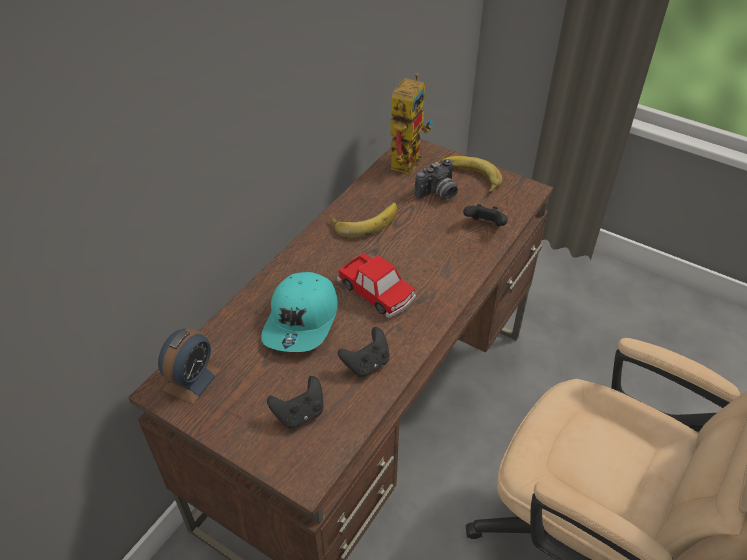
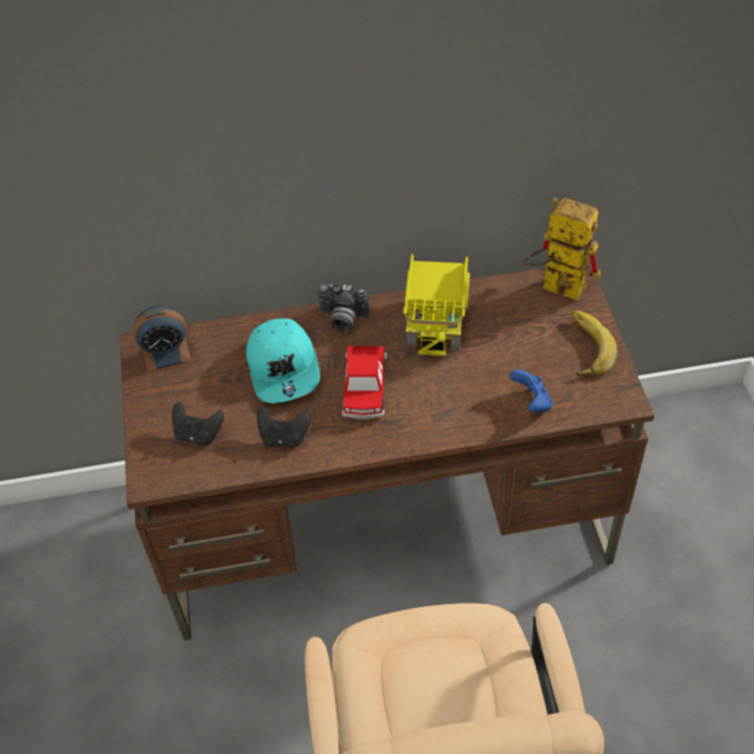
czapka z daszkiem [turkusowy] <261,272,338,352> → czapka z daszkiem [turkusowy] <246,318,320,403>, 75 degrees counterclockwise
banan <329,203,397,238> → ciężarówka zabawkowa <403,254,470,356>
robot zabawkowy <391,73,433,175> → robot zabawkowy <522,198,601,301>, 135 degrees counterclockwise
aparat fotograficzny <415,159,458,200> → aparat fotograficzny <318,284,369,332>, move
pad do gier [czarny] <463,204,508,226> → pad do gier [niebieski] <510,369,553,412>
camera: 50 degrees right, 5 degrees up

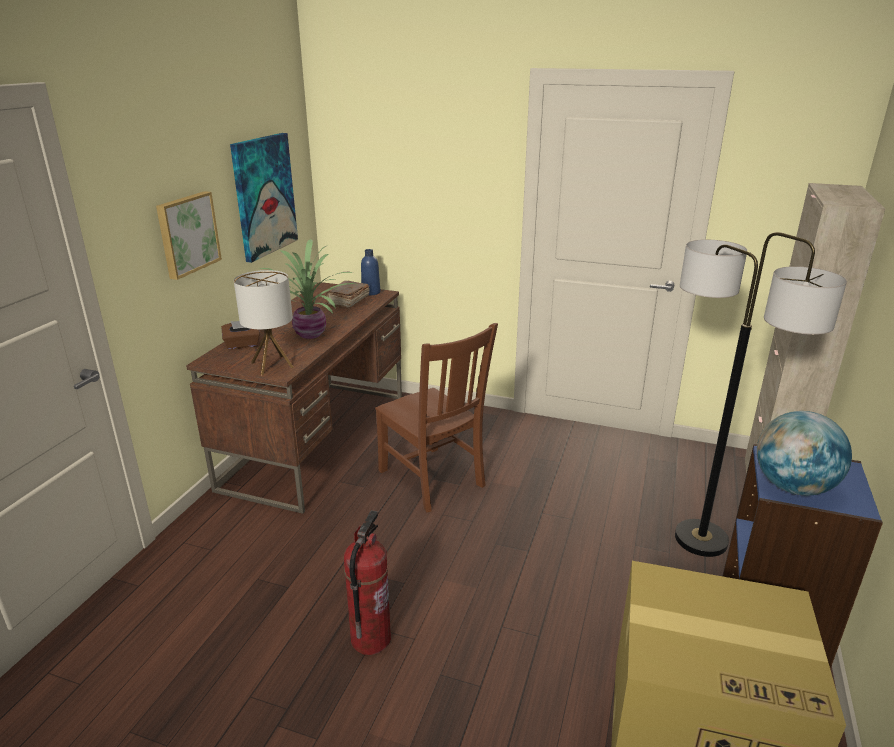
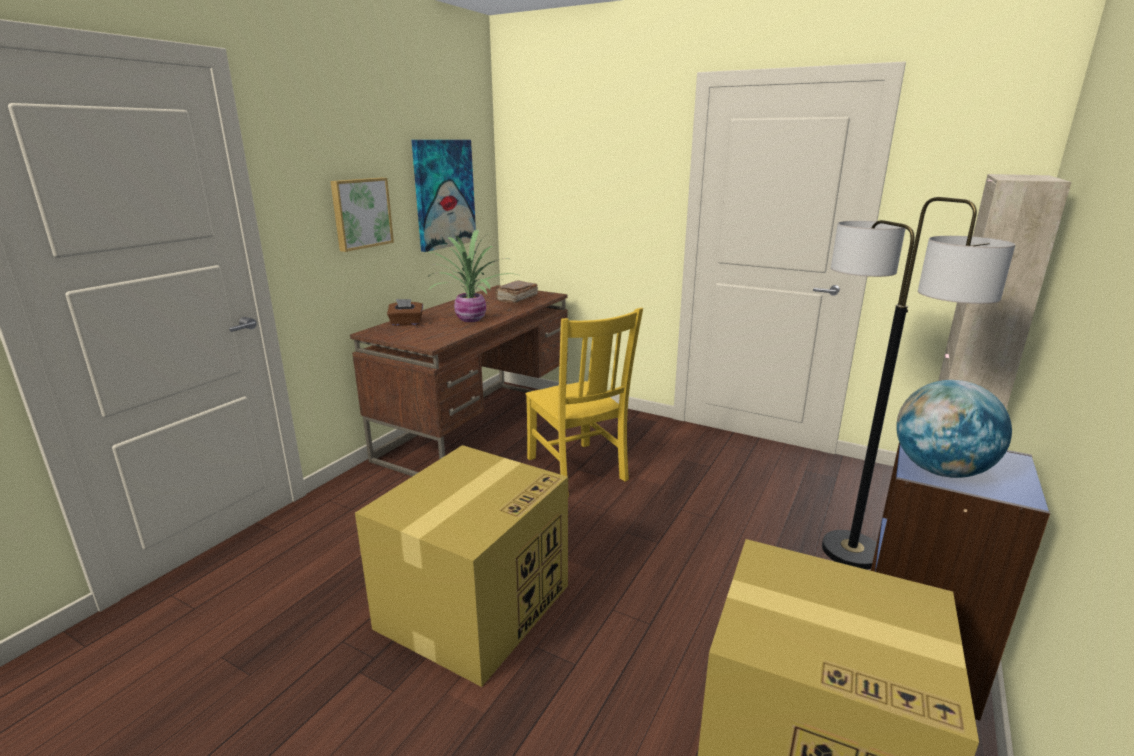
lampa stołowa <234,270,294,375> → -
gaśnica <344,510,391,655> → karton <355,445,568,687>
butelka [niebieski] <361,249,380,295> → -
krzesło [brązowy] <375,323,498,512> → krzesło [żółty] <526,308,643,497>
camera: 10 degrees right, 5 degrees down

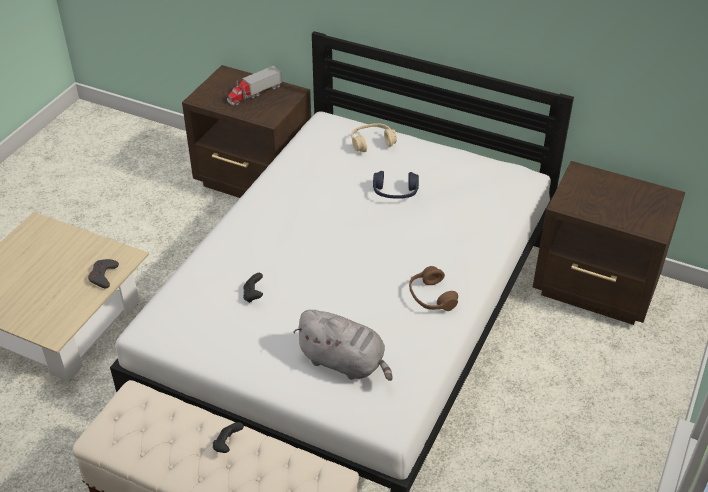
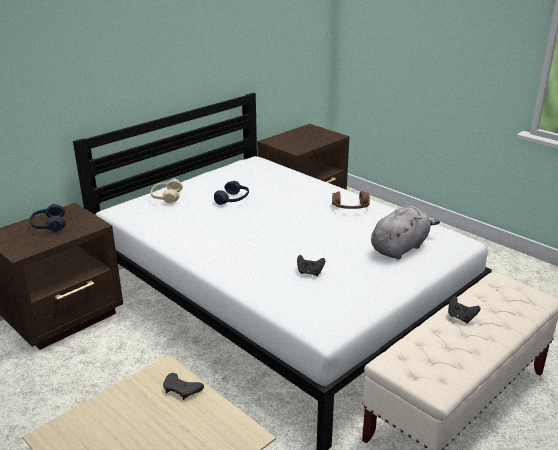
ciężarówka zabawkowa <227,66,282,105> → słuchawki [niebieski] <30,204,66,232>
camera: 70 degrees left, 15 degrees down

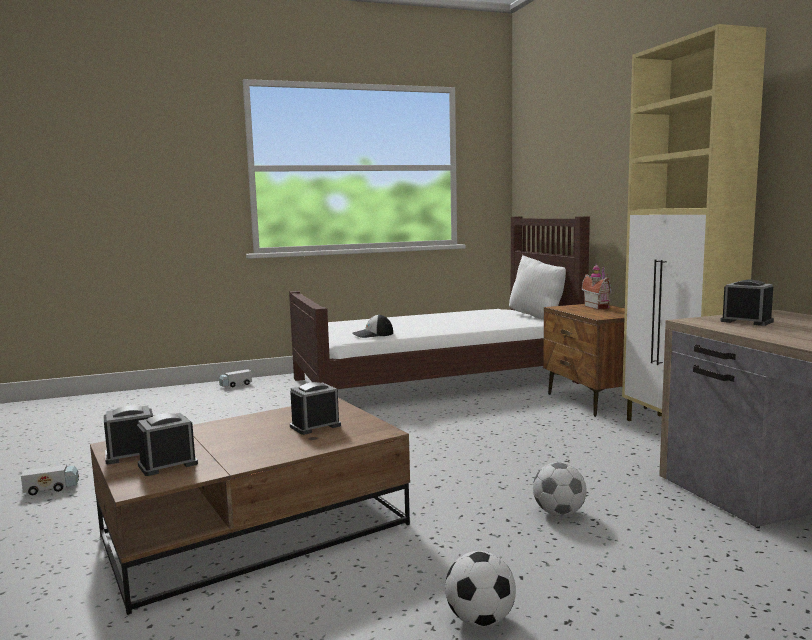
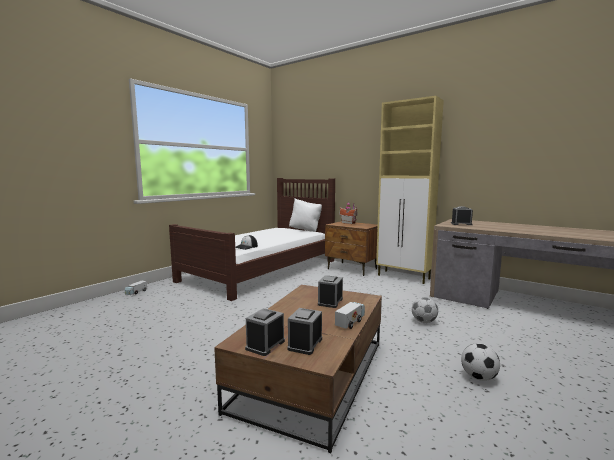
ciężarówka zabawkowa <21,465,79,495> → ciężarówka zabawkowa <335,302,365,329>, move
camera: 35 degrees left, 0 degrees up

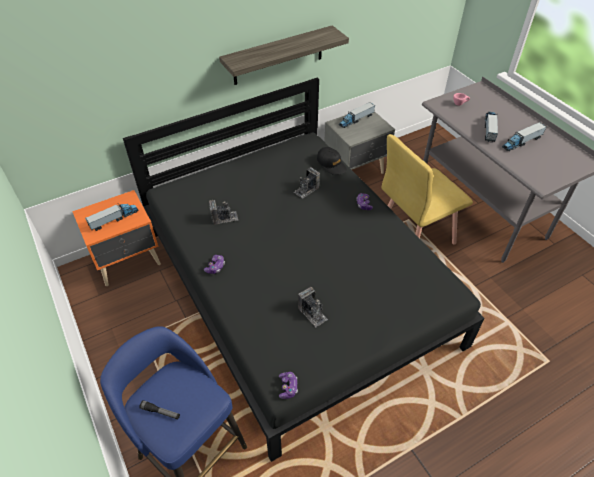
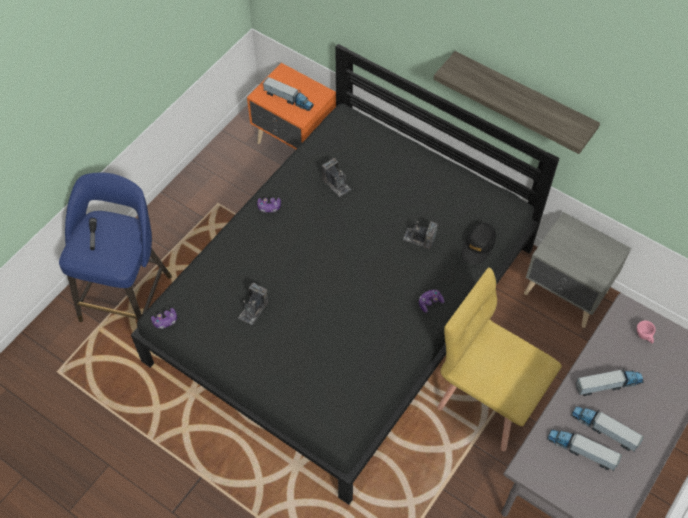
ciężarówka zabawkowa <339,102,375,128> → ciężarówka zabawkowa <547,429,622,471>, move
camera: 65 degrees right, 10 degrees up

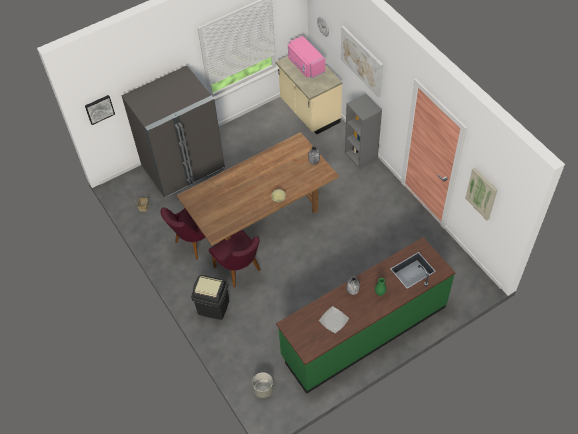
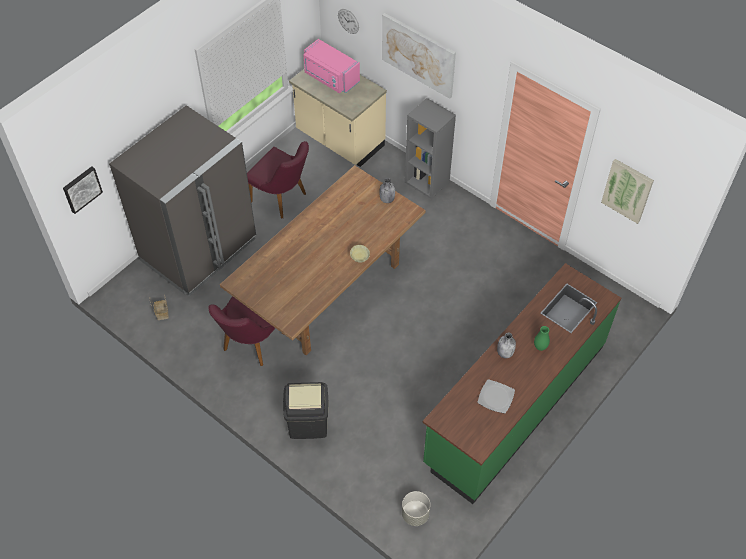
krzesło [fioletowy] <209,230,260,287> → krzesło [fioletowy] <247,141,309,219>, move
camera: 20 degrees left, 0 degrees up

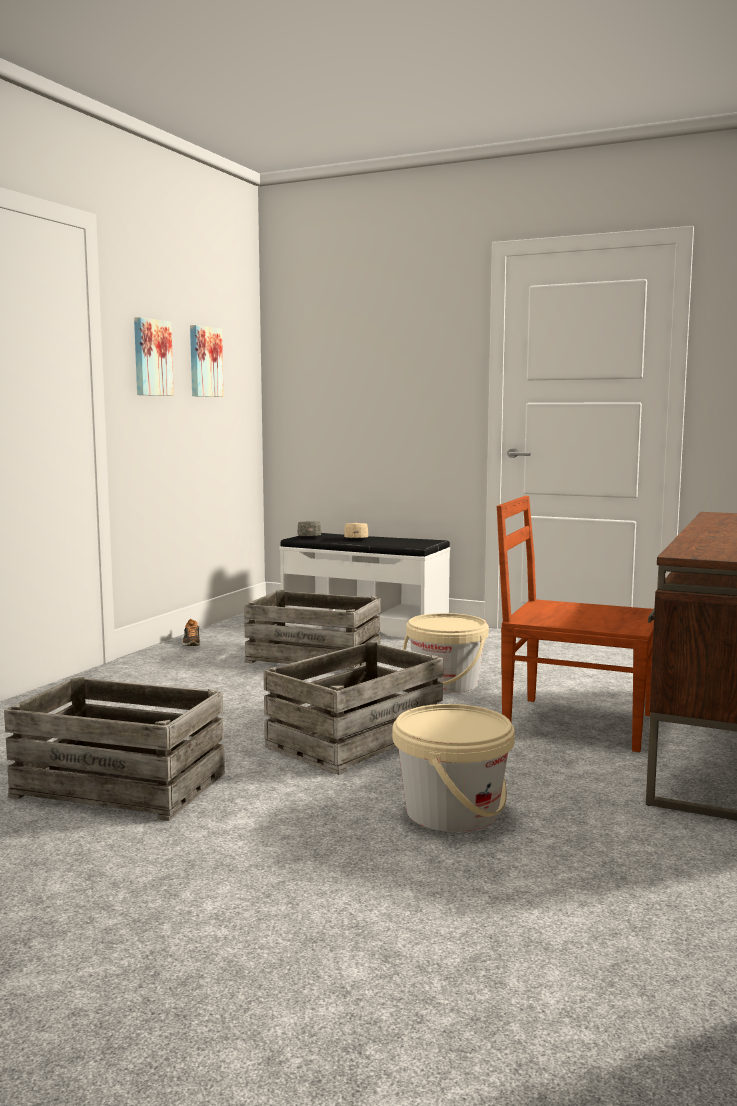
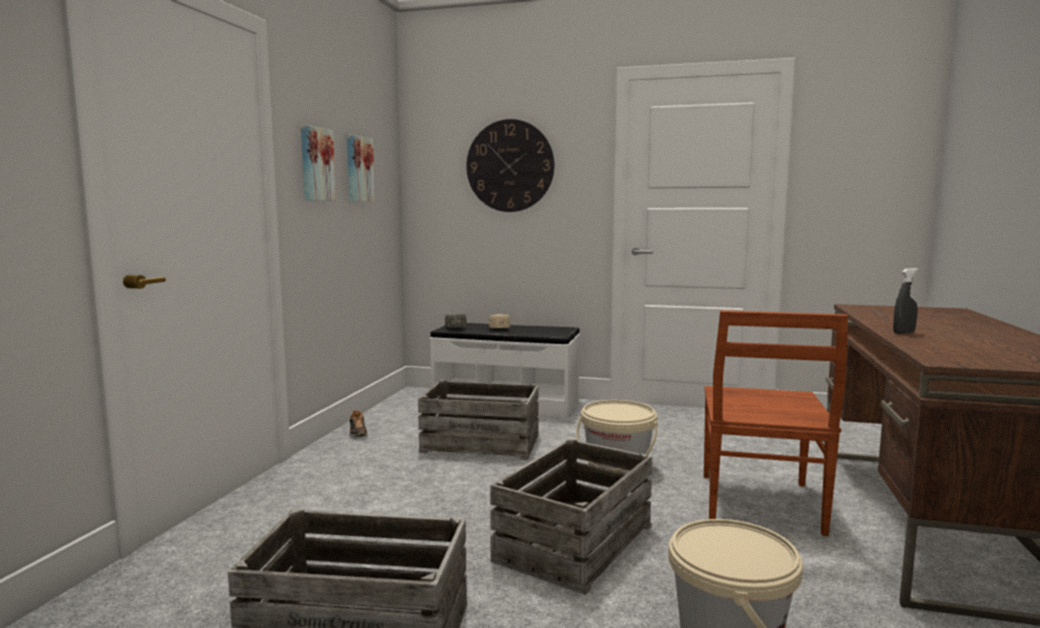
krzesło [brązowy] <497,496,654,752> → krzesło [brązowy] <704,310,848,536>, 90 degrees counterclockwise
- → zegar ścienny <466,119,554,212>
- → spryskiwacz [szary] <893,268,918,334>
camera: 10 degrees left, 0 degrees up

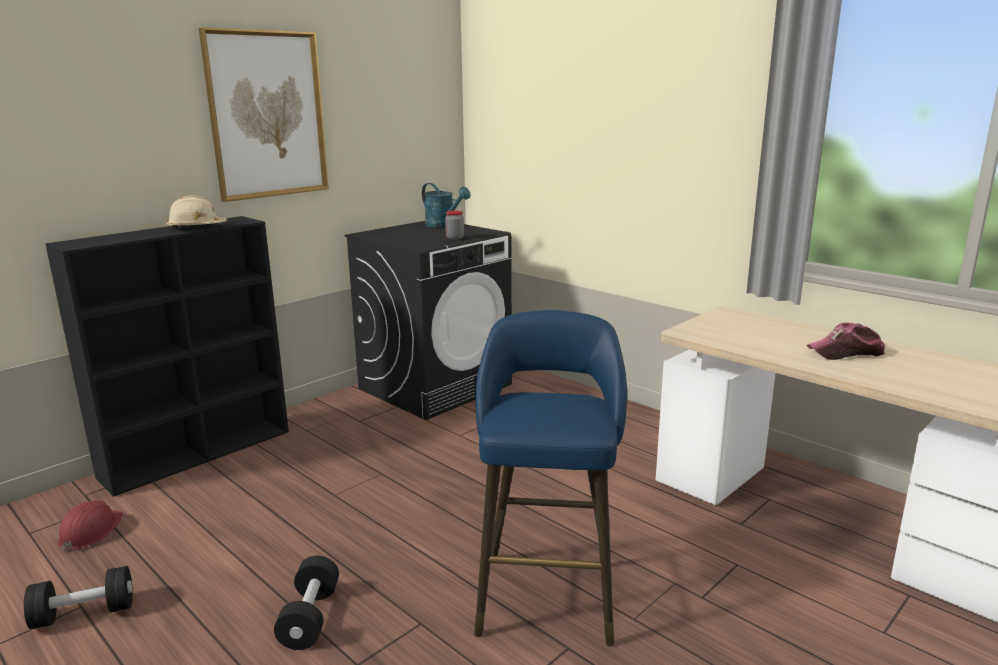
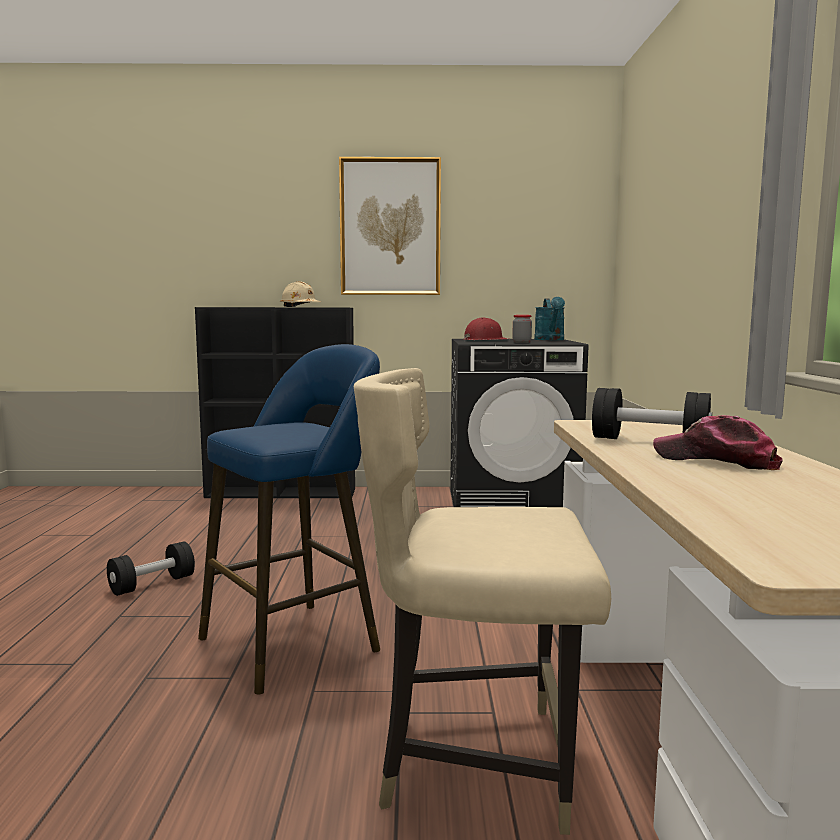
hantel [czarny] <24,566,133,629> → hantel [czarny] <592,388,712,439>, move
kask [czerwony] <58,500,124,551> → kask [czerwony] <463,317,508,342>, move
- → krzesło [beżowy] <354,368,611,835>
camera: 45 degrees right, 10 degrees down

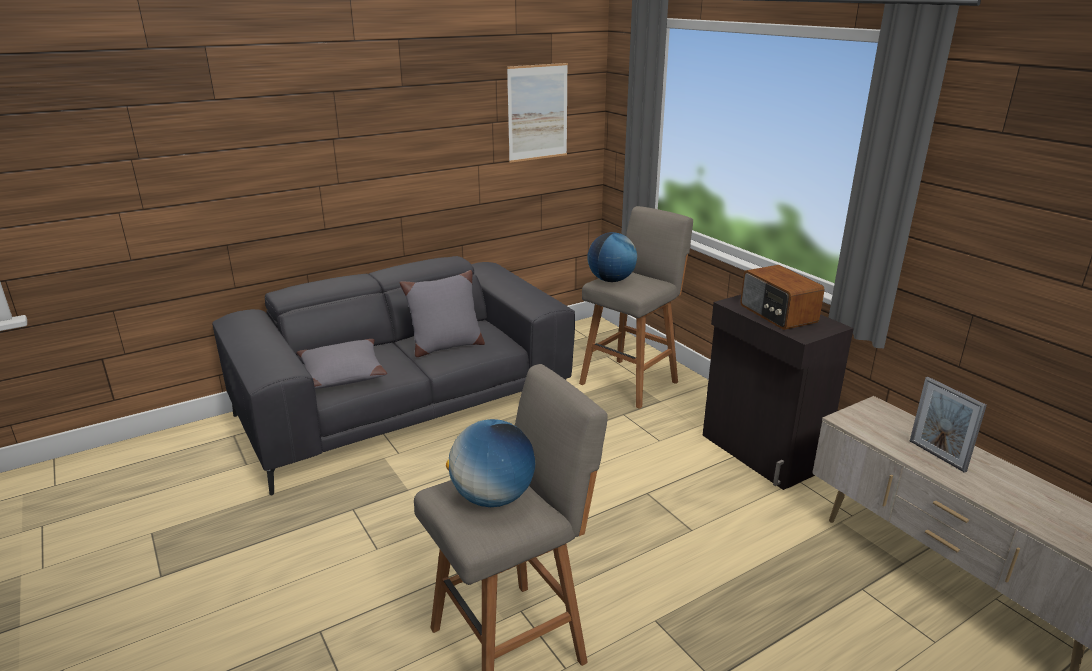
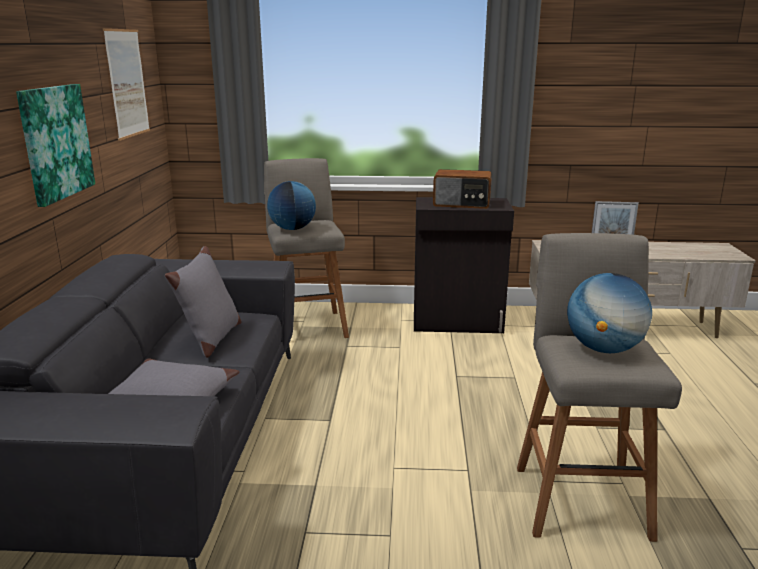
- → obraz <16,84,95,207>
camera: 55 degrees left, 5 degrees down

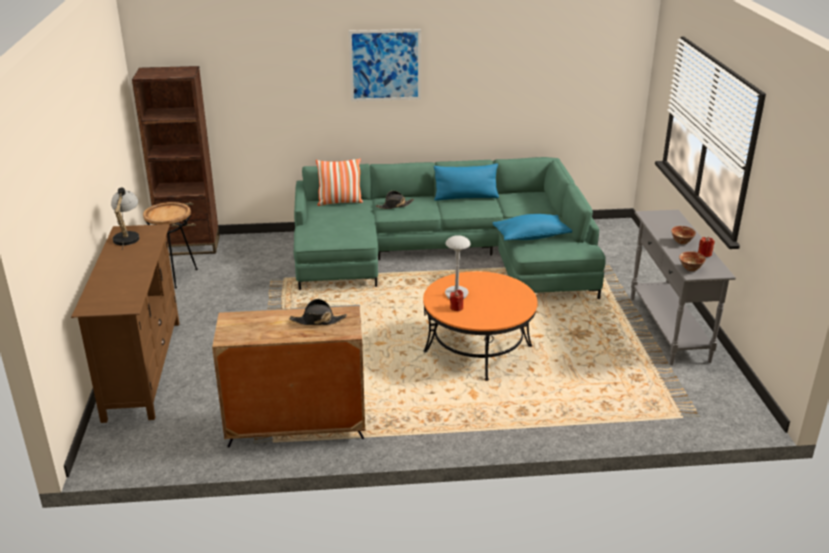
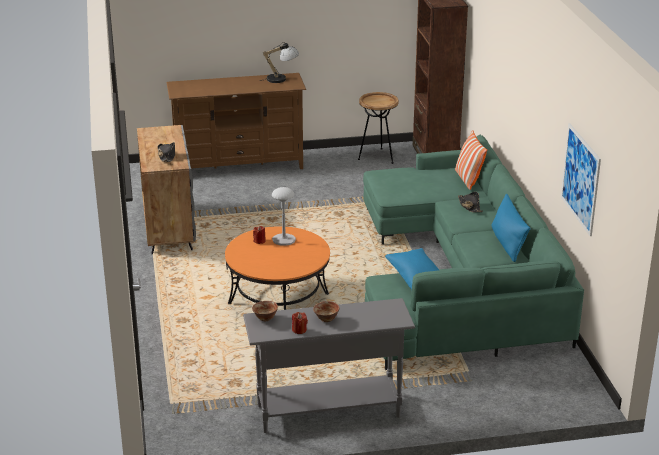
obraz <349,29,421,101> → obraz <561,123,601,236>, move
camera: 85 degrees right, 0 degrees up

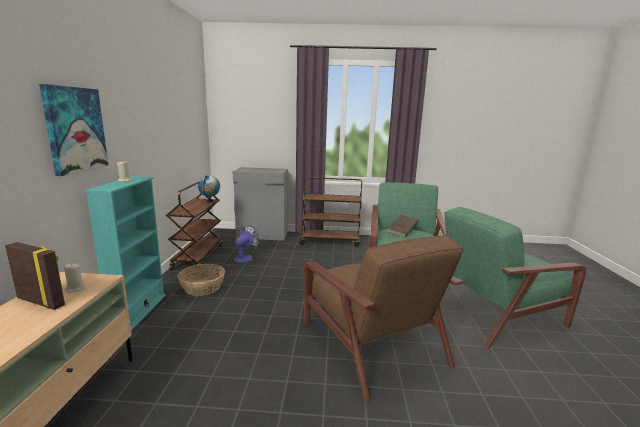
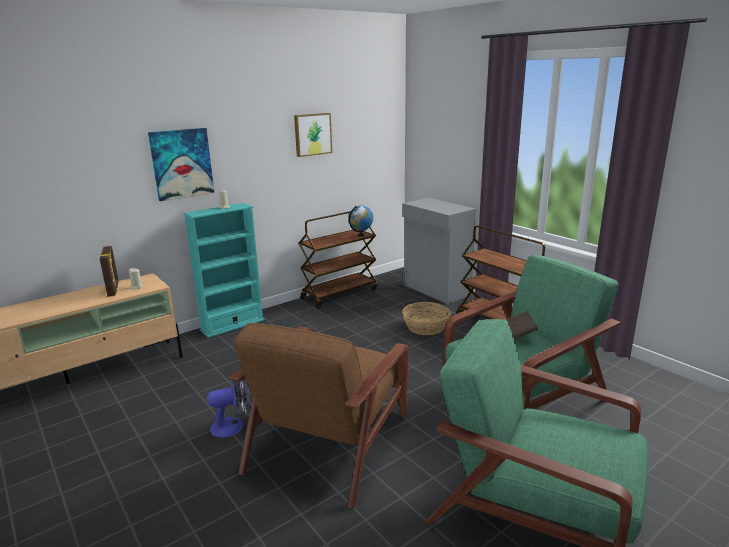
koszyk <178,264,225,296> → koszyk <402,302,450,335>, move
wentylator <234,226,259,263> → wentylator <207,378,250,438>, move
- → obraz <294,113,332,157>
camera: 50 degrees right, 5 degrees up

